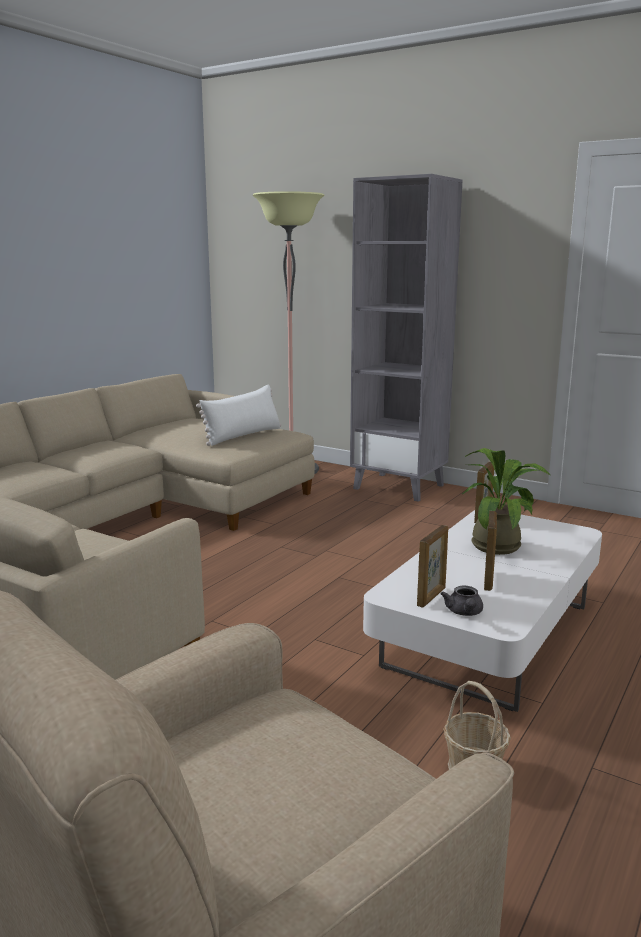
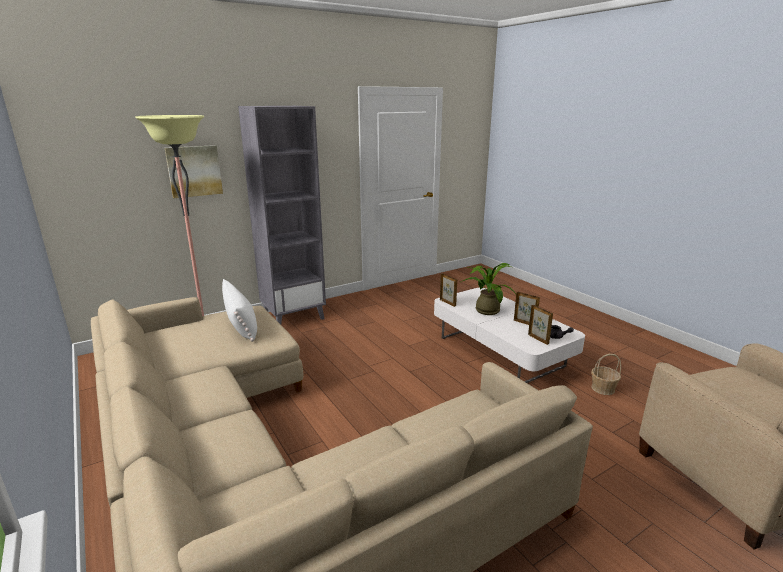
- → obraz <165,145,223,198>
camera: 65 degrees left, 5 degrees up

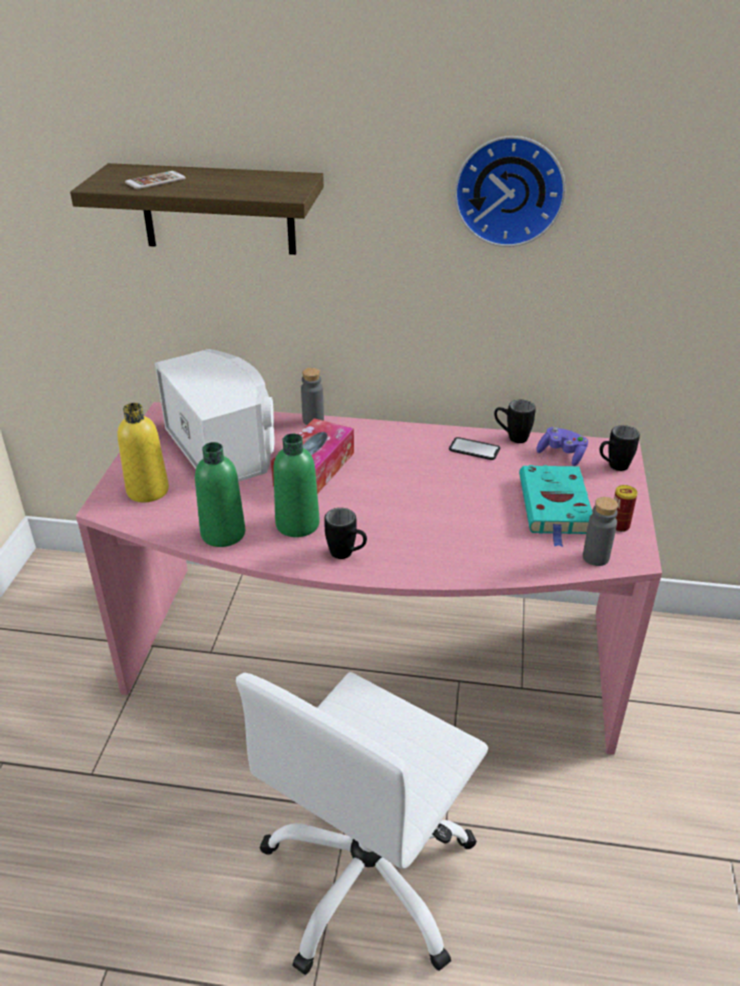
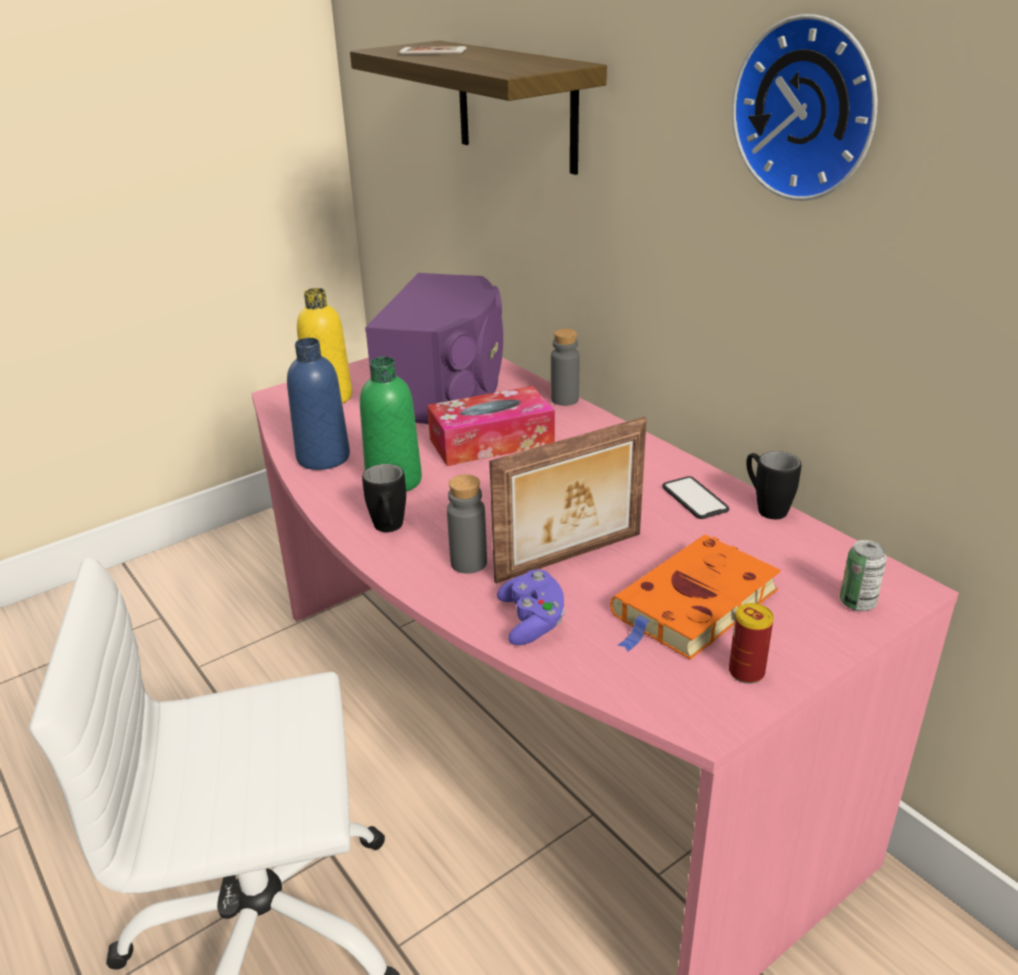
głośnik [biały] <155,349,275,482> → głośnik [fioletowy] <365,273,503,424>
butelka [zielony] <195,442,245,547> → butelka [niebieski] <287,338,350,470>
książka [turkusowy] <519,465,593,547> → książka [pomarańczowy] <610,534,781,660>
pad do gier [fioletowy] <536,427,588,466> → pad do gier [fioletowy] <497,569,565,645>, move
butelka [szary] <583,497,618,566> → butelka [szary] <447,474,487,574>, move
kubek [czarny] <600,425,640,471> → puszka <840,540,887,611>
- → ramka na zdjęcie <489,417,647,584>
camera: 45 degrees right, 5 degrees down

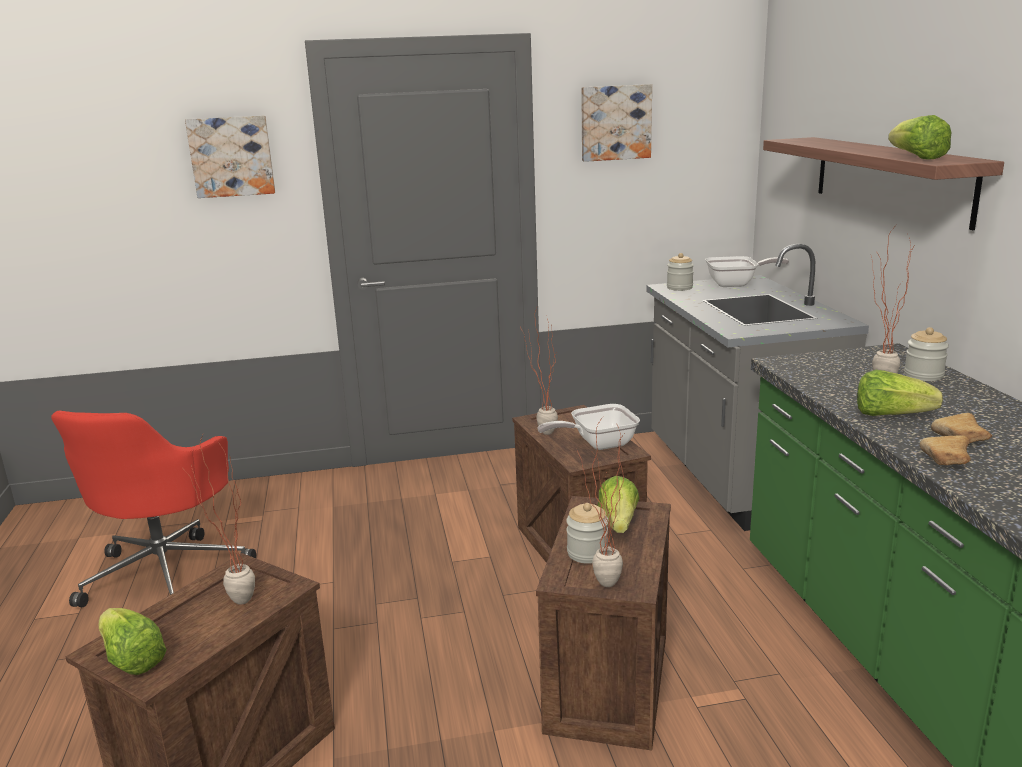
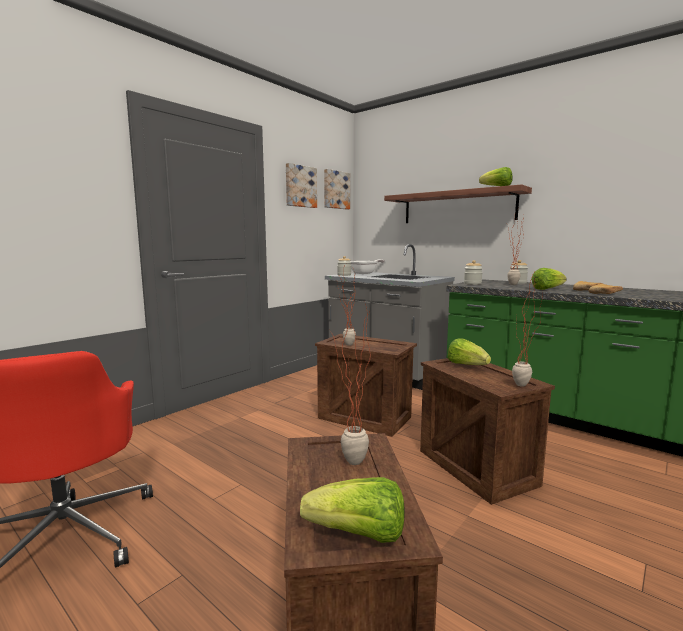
obraz <185,116,275,198> → obraz <324,169,350,209>, move
patelnia <537,404,640,450> → -
słoik <566,503,609,564> → słoik <464,260,483,285>, move
camera: 40 degrees left, 10 degrees down

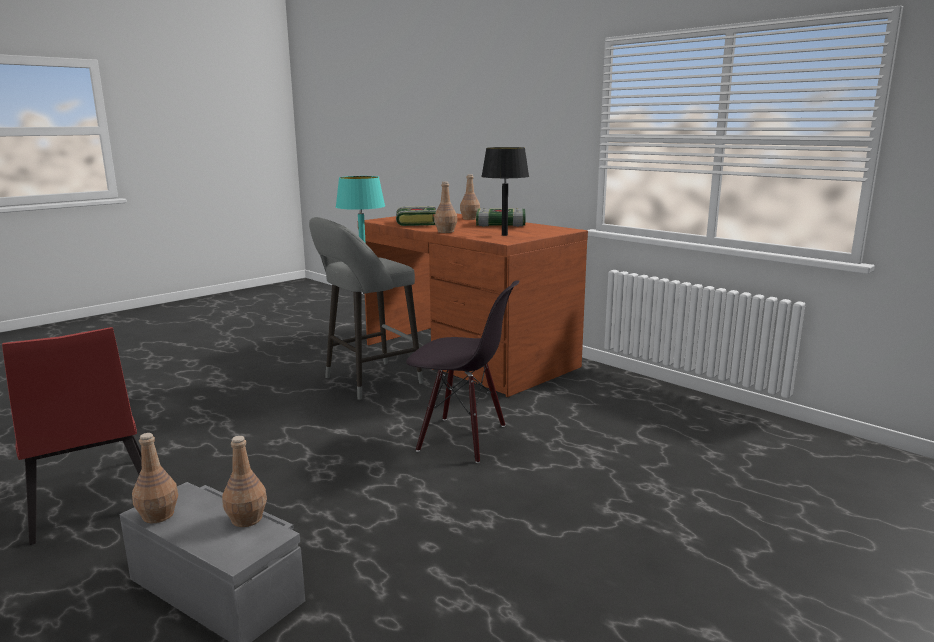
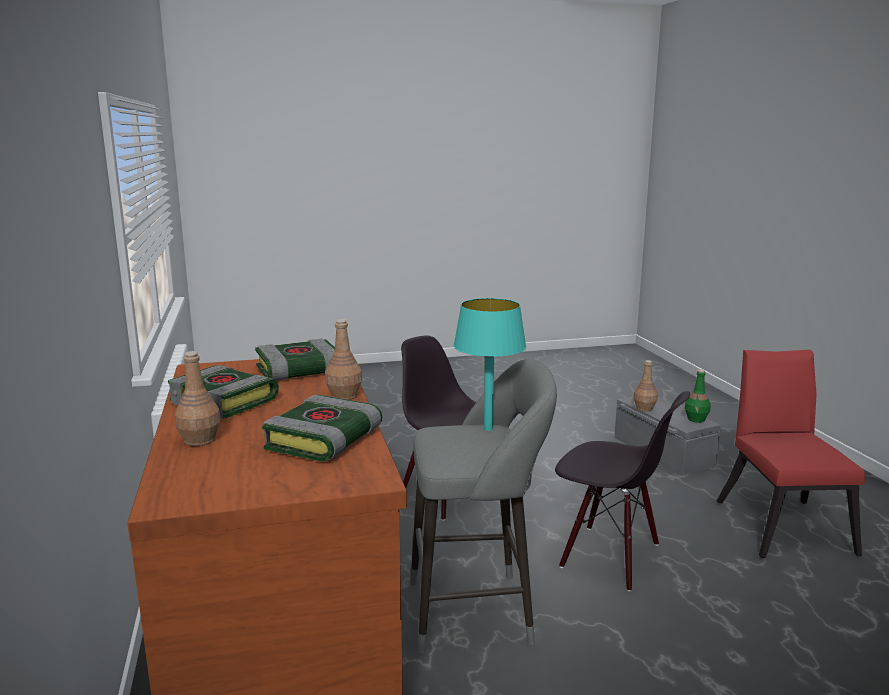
butelka [brązowy] <132,433,178,523> → butelka [zielony] <685,369,711,423>
lampa stołowa [czarny] <481,147,529,236> → książka <255,338,335,381>
- → krzesło [czarny] <555,391,690,591>
camera: 150 degrees left, 0 degrees up

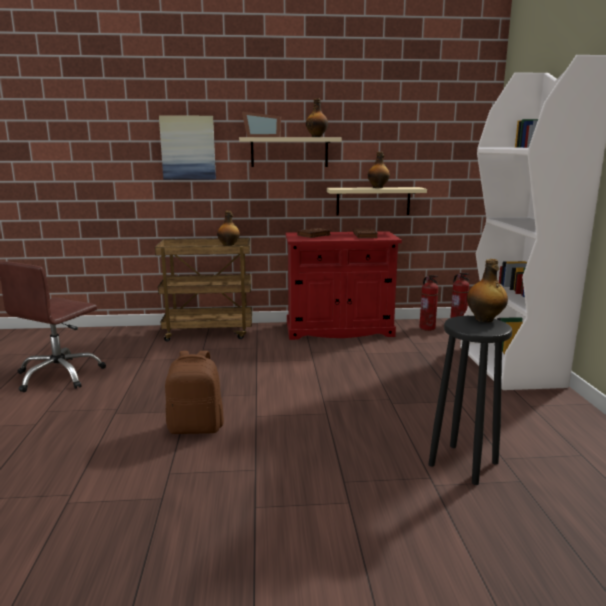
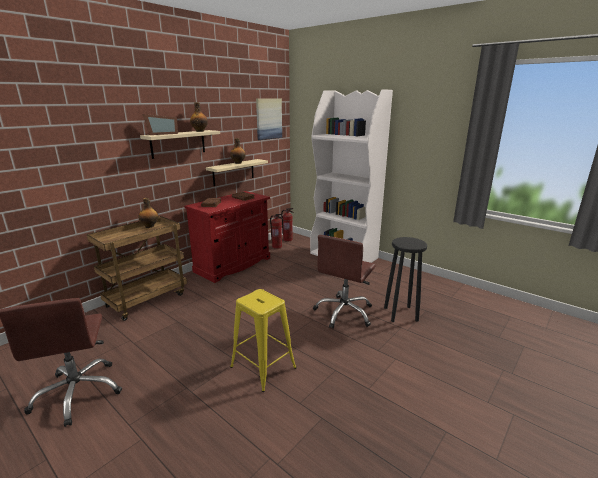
obraz <159,115,216,180> → obraz <256,98,282,140>, move
plecak [brązowy] <165,351,224,434> → stołek [żółty] <230,289,297,392>
butelka <467,259,508,322> → -
- → krzesło biurowe [brązowy] <313,235,376,329>
camera: 45 degrees left, 5 degrees up

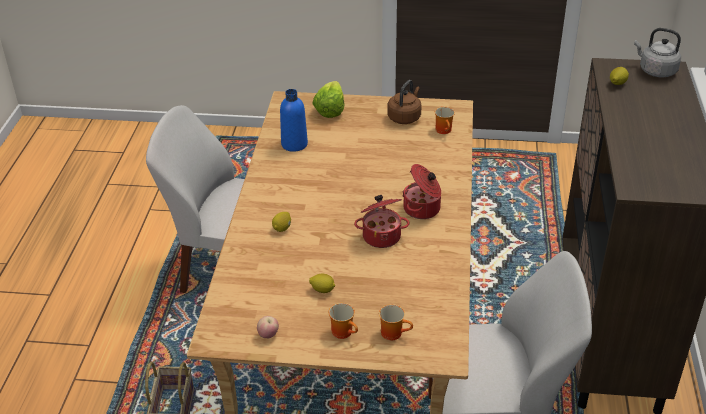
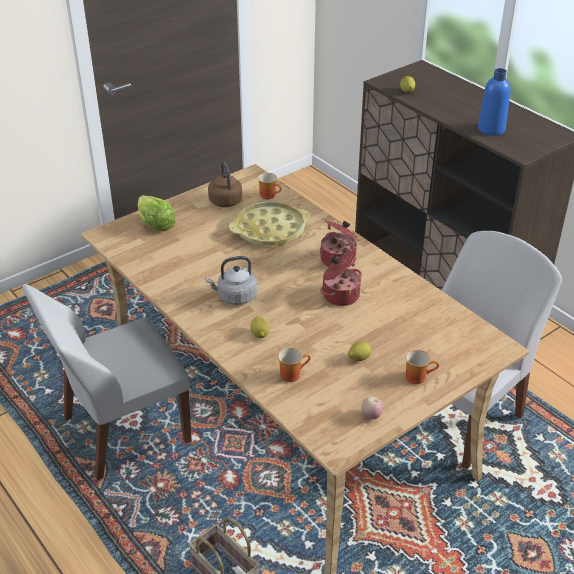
butelka [niebieski] <280,89,308,152> → butelka [niebieski] <478,68,511,136>, move
kubek <379,304,413,340> → kubek <278,347,311,382>, move
czajnik [szary] <634,28,681,77> → czajnik [szary] <205,256,257,305>, move
- → taca [żółty] <229,202,311,246>
camera: 45 degrees left, 0 degrees up

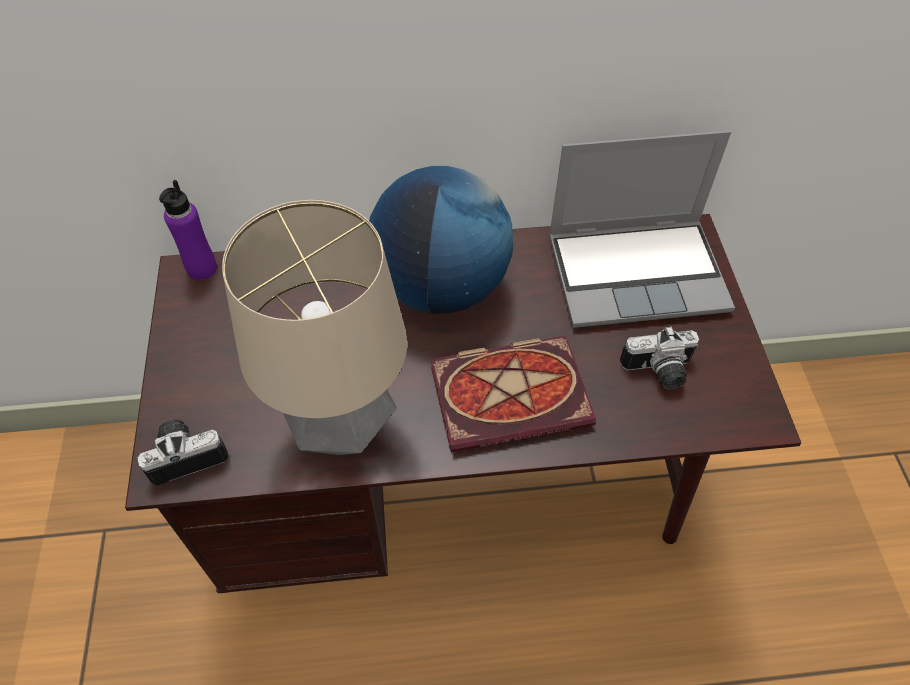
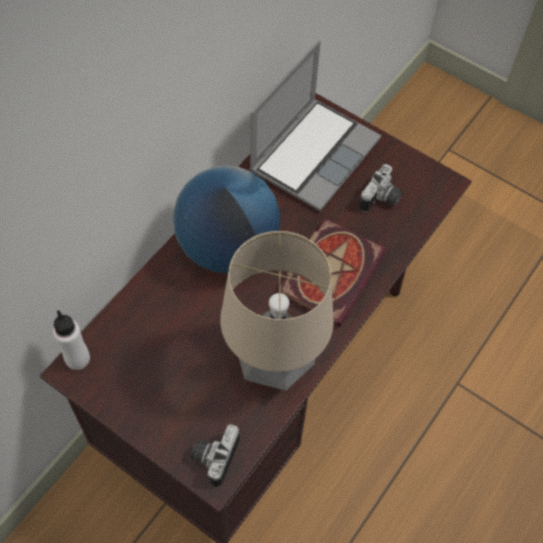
butelka [fioletowy] <159,180,217,280> → butelka [biały] <53,310,90,370>
camera: 50 degrees left, 5 degrees up

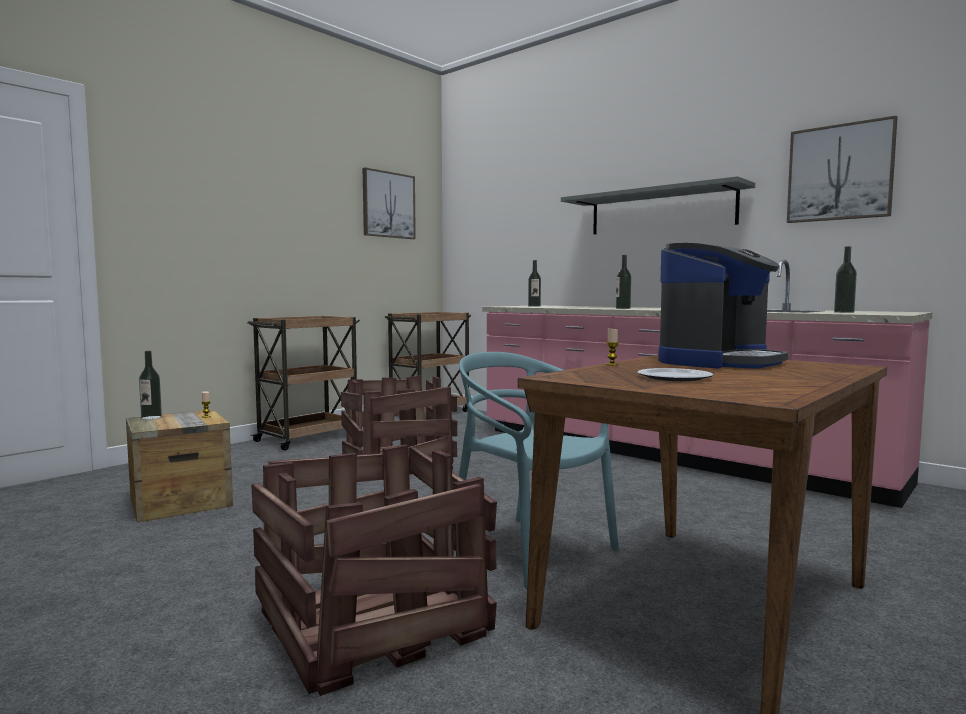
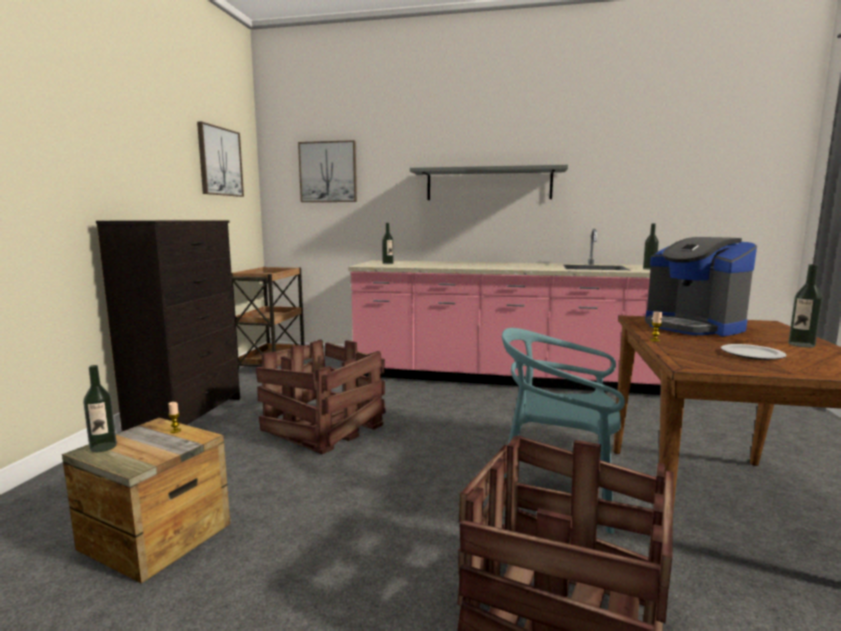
wózek [brązowy] <247,316,360,450> → komoda [czarny] <96,220,240,431>
butelka <616,255,631,309> → butelka <788,264,823,348>, move
ekspres do kawy <658,243,788,369> → ekspres do kawy <645,237,757,336>, 135 degrees clockwise
obraz <787,116,897,223> → obraz <298,140,357,202>, move
camera: 30 degrees left, 5 degrees up

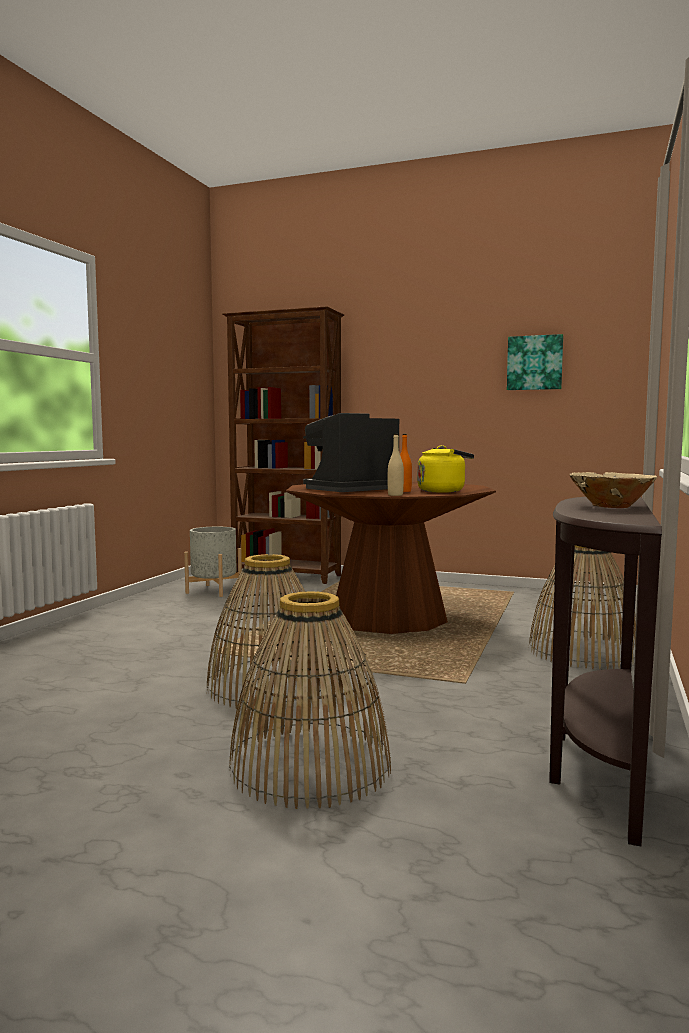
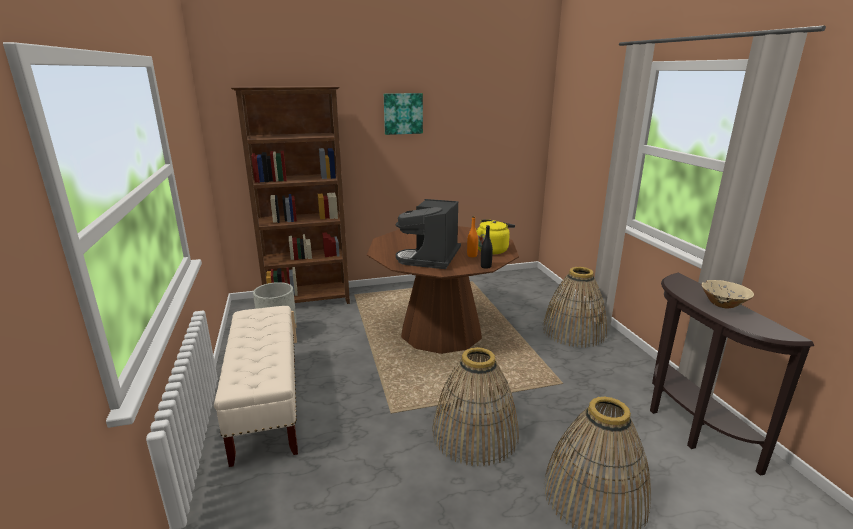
butelka [beżowy] <388,434,404,496> → butelka [czarny] <481,225,493,269>
obraz <507,334,563,390> → obraz <384,93,423,135>, move
- → ławka [beżowy] <214,306,298,467>
camera: 35 degrees left, 15 degrees up

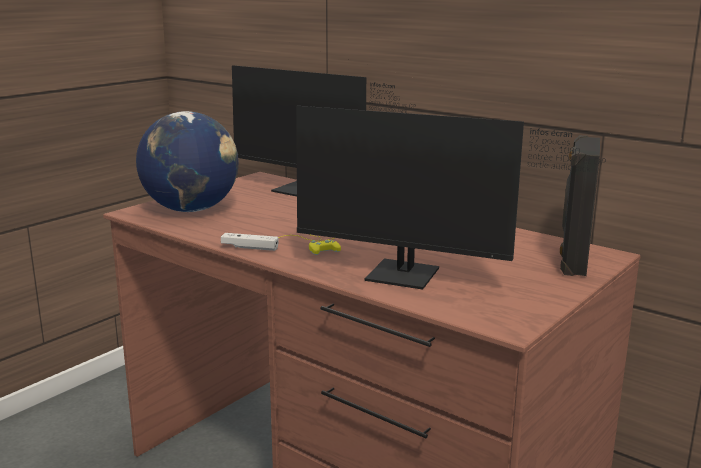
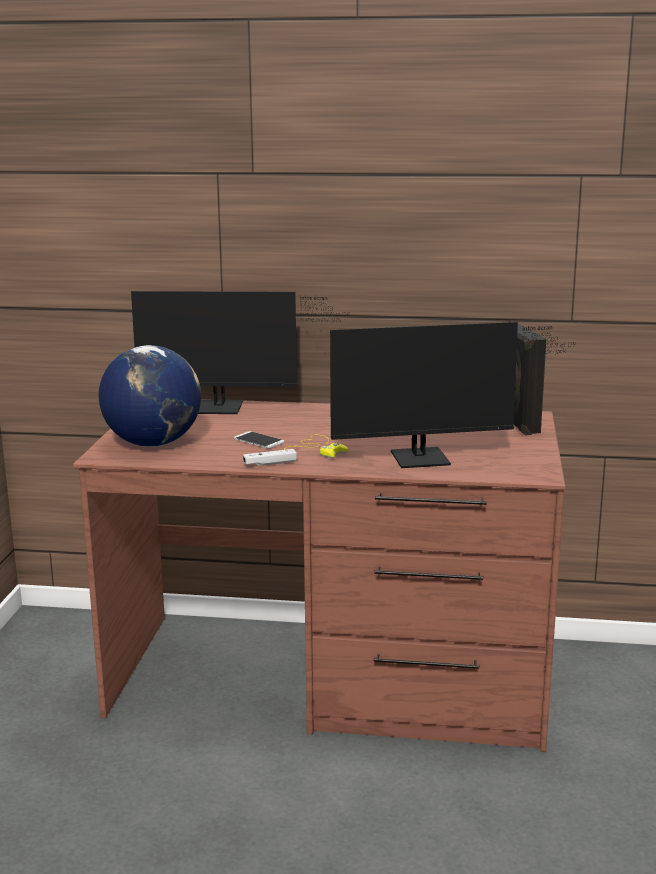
- → telefon <234,431,285,449>
camera: 30 degrees left, 0 degrees up

